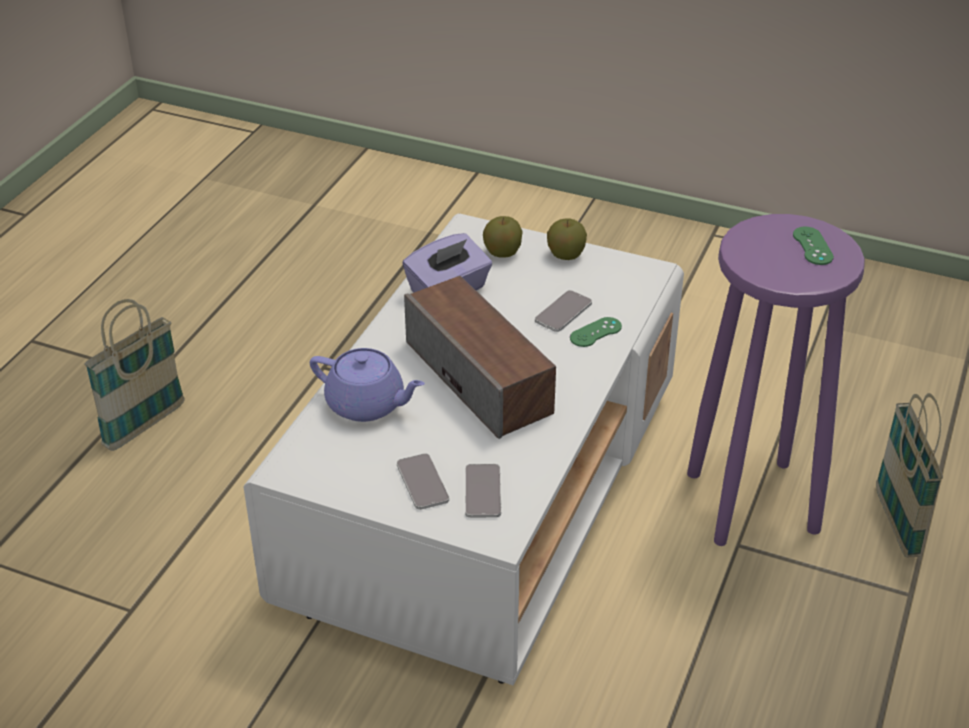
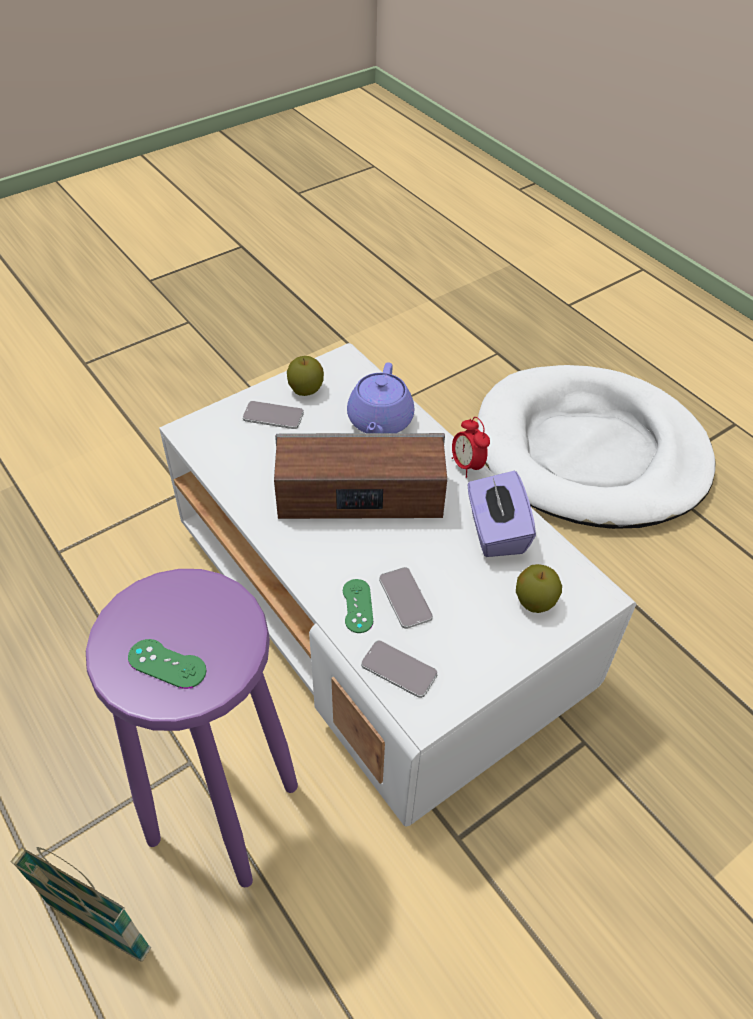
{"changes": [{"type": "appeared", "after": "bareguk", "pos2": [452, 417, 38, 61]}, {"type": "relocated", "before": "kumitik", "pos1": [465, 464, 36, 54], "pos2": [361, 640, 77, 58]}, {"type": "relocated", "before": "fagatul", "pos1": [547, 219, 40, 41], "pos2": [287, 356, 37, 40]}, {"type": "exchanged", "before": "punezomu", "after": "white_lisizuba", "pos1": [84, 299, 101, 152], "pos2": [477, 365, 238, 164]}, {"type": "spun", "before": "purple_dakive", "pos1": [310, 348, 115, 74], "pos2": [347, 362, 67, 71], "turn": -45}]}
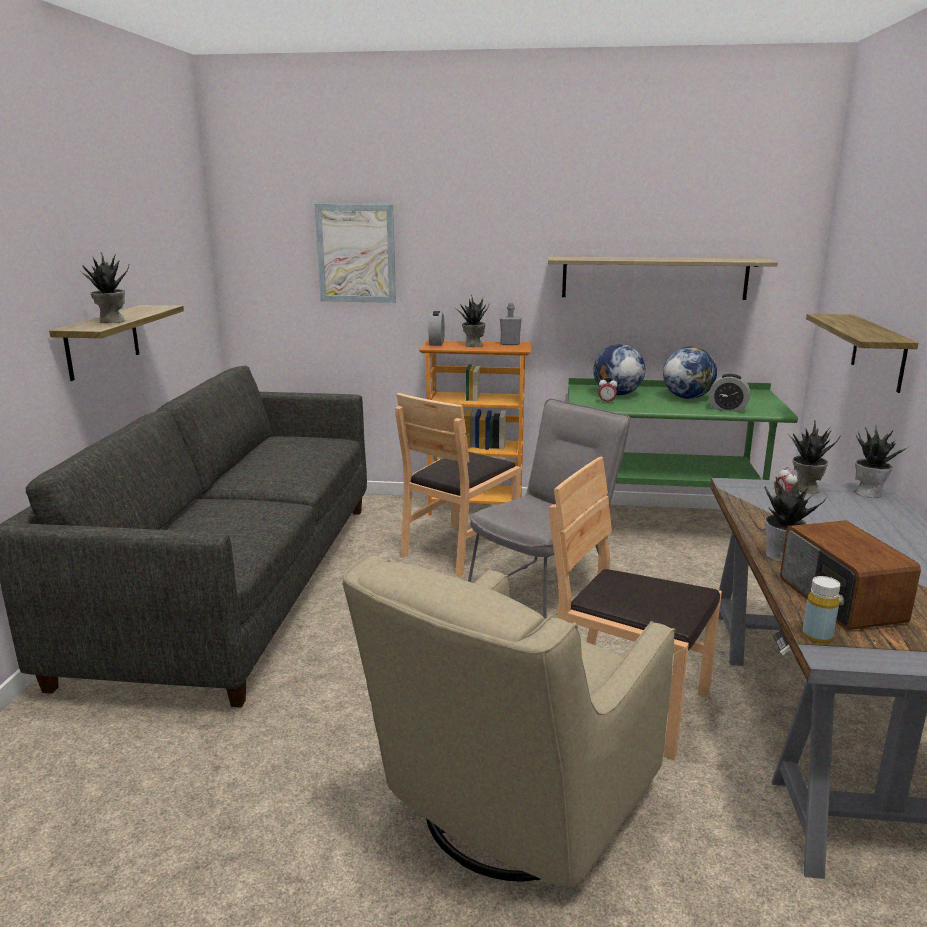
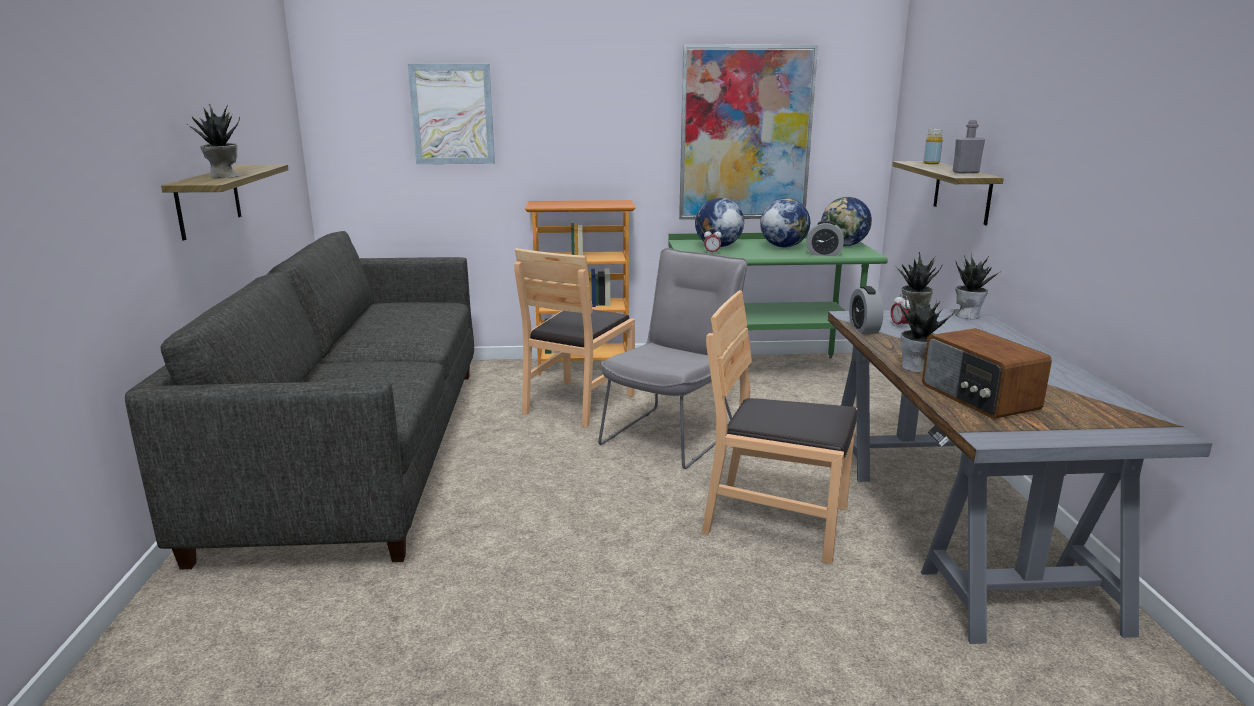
{"changes": [{"type": "missing", "before": "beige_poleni", "pos1": [343, 553, 333, 335]}, {"type": "missing", "before": "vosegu", "pos1": [455, 295, 35, 52]}, {"type": "appeared", "after": "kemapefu", "pos2": [821, 197, 51, 49]}, {"type": "relocated", "before": "bareguk", "pos1": [429, 311, 16, 35], "pos2": [849, 286, 34, 48]}, {"type": "relocated", "before": "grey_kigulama", "pos1": [500, 303, 22, 42], "pos2": [953, 120, 32, 53]}, {"type": "relocated", "before": "yellow_kigulama", "pos1": [802, 576, 38, 67], "pos2": [924, 129, 19, 35]}, {"type": "exchanged", "before": "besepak", "after": "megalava", "pos1": [548, 256, 230, 44], "pos2": [679, 45, 139, 175]}]}
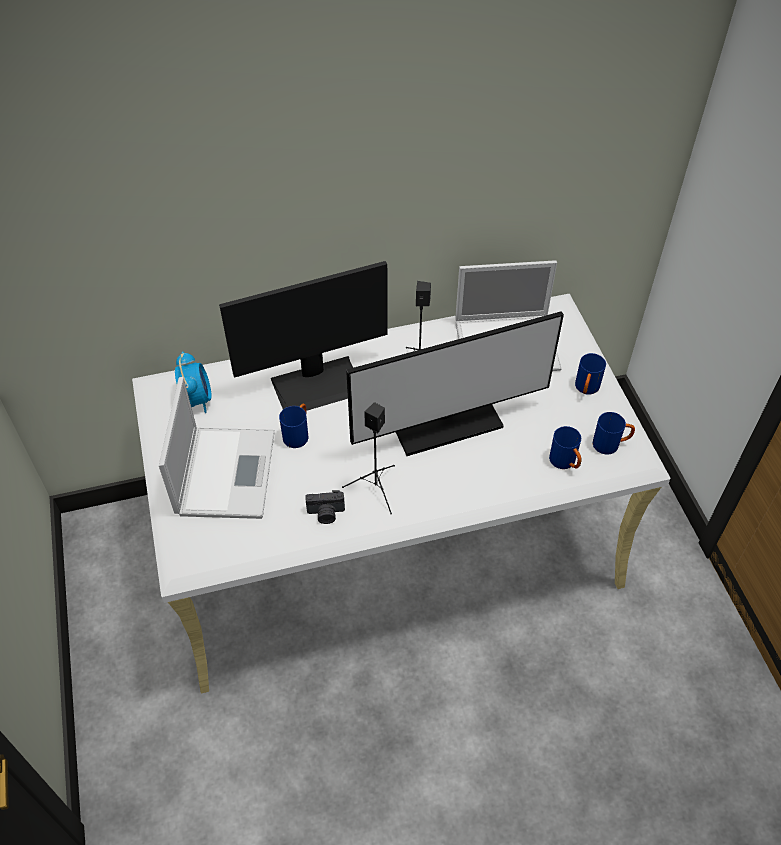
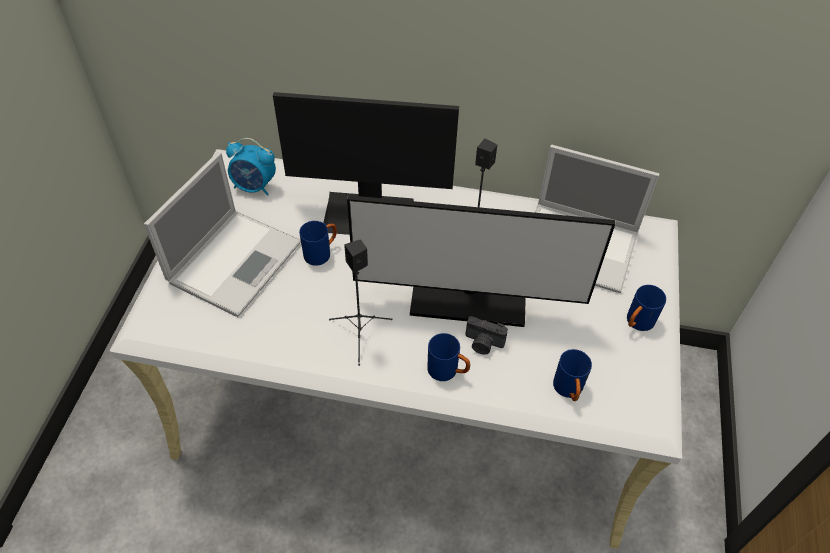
{"changes": [{"type": "relocated", "before": "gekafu", "pos1": [305, 490, 40, 34], "pos2": [465, 316, 43, 39]}, {"type": "relocated", "before": "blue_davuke", "pos1": [593, 412, 42, 43], "pos2": [427, 333, 43, 48]}, {"type": "spun", "before": "bareguk", "pos1": [175, 351, 37, 62], "pos2": [226, 138, 50, 58], "turn": 90}]}
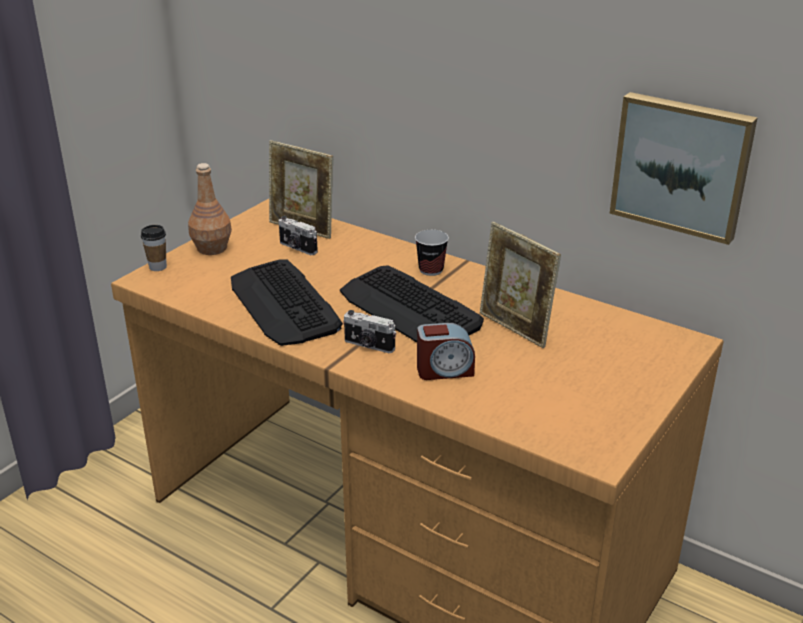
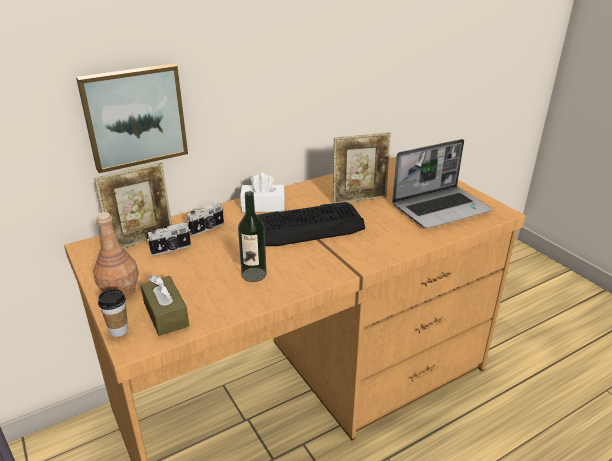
{"changes": [{"type": "missing", "before": "bareguk", "pos1": [417, 323, 58, 57]}, {"type": "appeared", "after": "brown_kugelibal", "pos2": [140, 275, 49, 61]}, {"type": "appeared", "after": "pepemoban", "pos2": [392, 139, 100, 90]}, {"type": "relocated", "before": "gekafu", "pos1": [343, 310, 53, 43], "pos2": [187, 202, 37, 34]}, {"type": "relocated", "before": "megalava", "pos1": [610, 92, 148, 153], "pos2": [76, 63, 112, 110]}, {"type": "exchanged", "before": "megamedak", "after": "kigulama", "pos1": [231, 259, 112, 87], "pos2": [238, 191, 29, 91]}, {"type": "exchanged", "before": "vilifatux", "after": "white_kugelibal", "pos1": [415, 230, 34, 46], "pos2": [240, 173, 45, 39]}]}
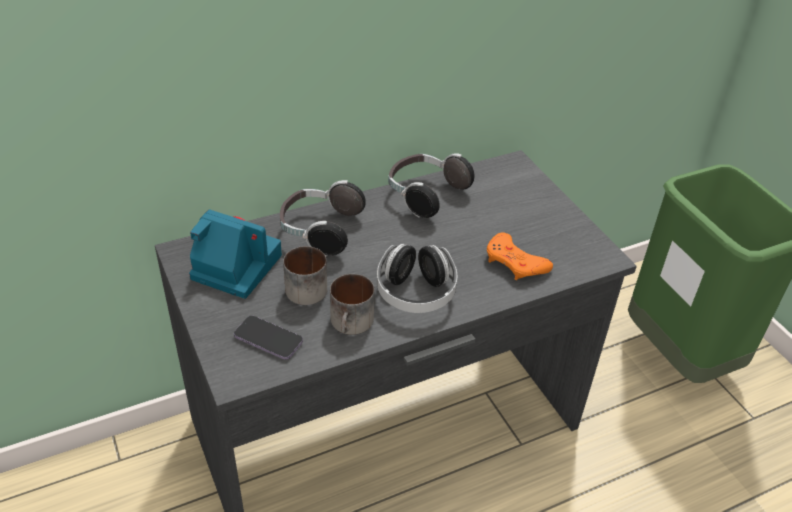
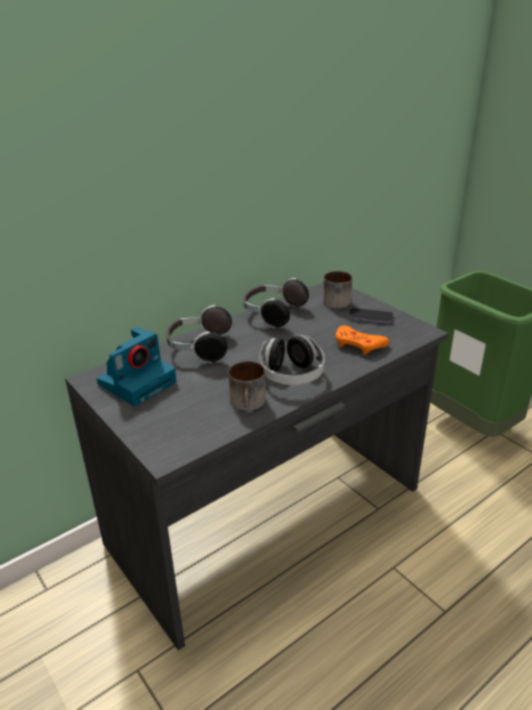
{"changes": [{"type": "relocated", "before": "kumitik", "pos1": [234, 316, 69, 44], "pos2": [348, 308, 45, 16]}, {"type": "relocated", "before": "davuke", "pos1": [283, 246, 44, 59], "pos2": [323, 271, 29, 37]}, {"type": "spun", "before": "gekafu", "pos1": [189, 210, 93, 89], "pos2": [97, 327, 79, 79], "turn": 120}]}
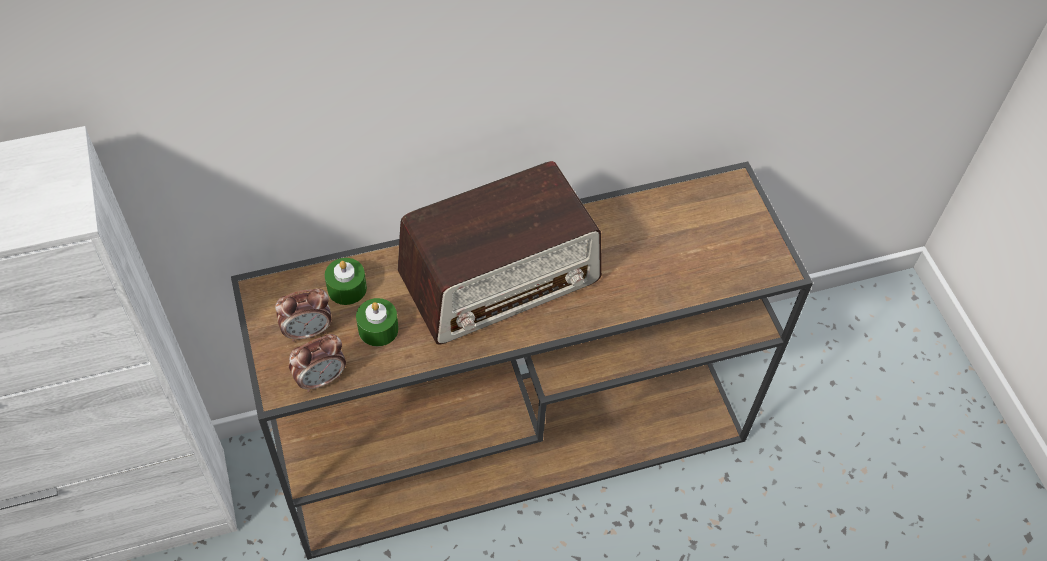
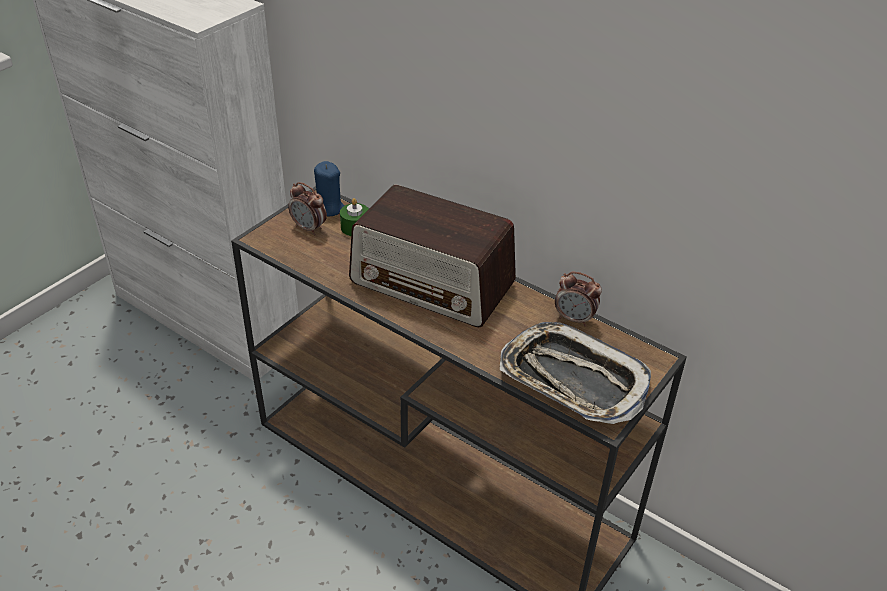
{"changes": [{"type": "missing", "before": "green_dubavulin", "pos1": [356, 298, 43, 49]}, {"type": "appeared", "after": "blue_dubavulin", "pos2": [314, 161, 31, 56]}, {"type": "appeared", "after": "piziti", "pos2": [500, 322, 151, 102]}, {"type": "relocated", "before": "bareguk", "pos1": [289, 334, 57, 58], "pos2": [555, 272, 47, 54]}]}
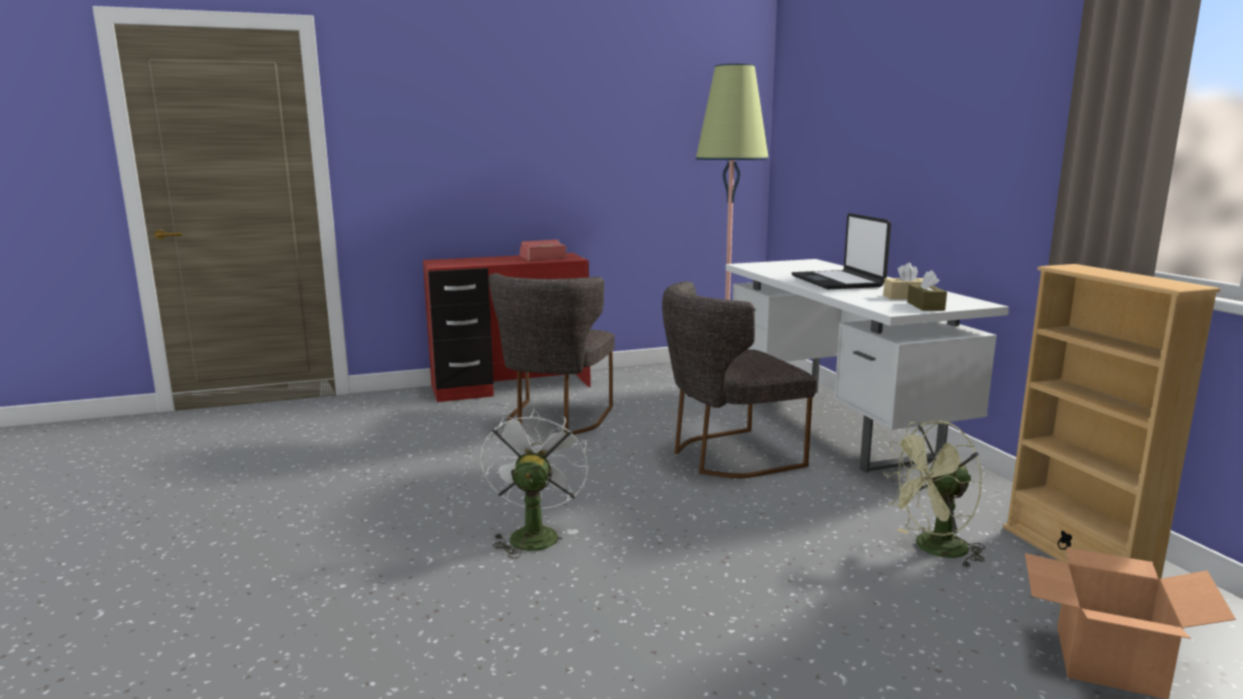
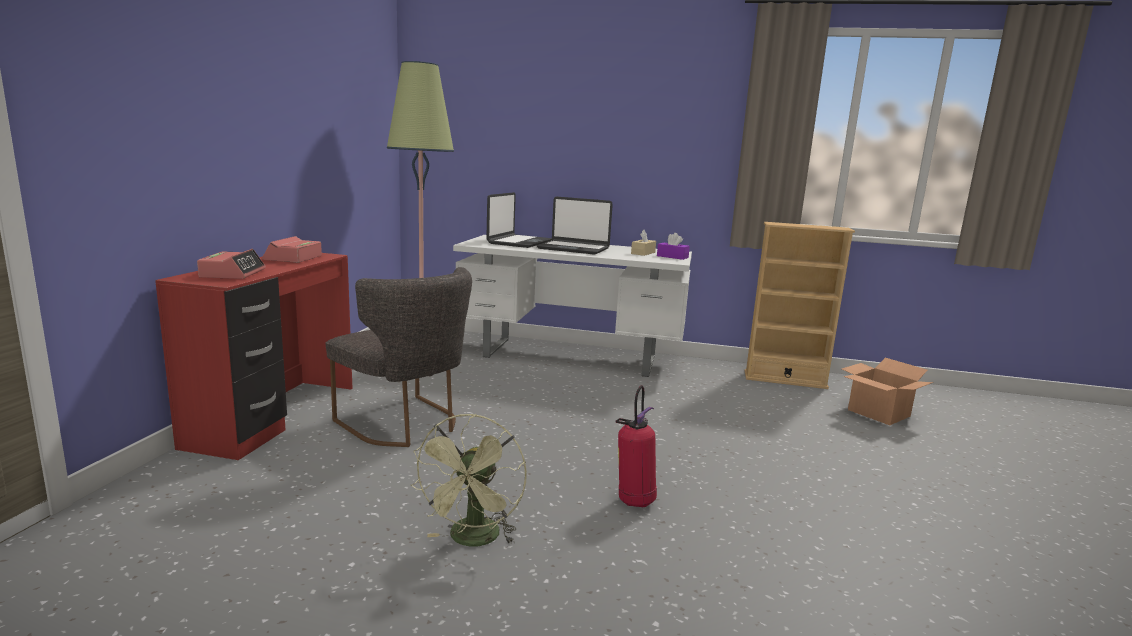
{"changes": [{"type": "missing", "before": "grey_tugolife", "pos1": [662, 281, 154, 197]}, {"type": "appeared", "after": "bareguk", "pos2": [197, 249, 69, 30]}, {"type": "appeared", "after": "pepemoban", "pos2": [486, 192, 66, 56]}, {"type": "relocated", "before": "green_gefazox", "pos1": [883, 420, 102, 149], "pos2": [411, 414, 116, 132]}, {"type": "exchanged", "before": "white_gefazox", "after": "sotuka", "pos1": [481, 408, 108, 151], "pos2": [615, 385, 42, 122]}, {"type": "colour", "before": "brown_kugelibal", "after": "purple_kugelibal", "pos1": [907, 270, 40, 41], "pos2": [657, 233, 33, 27]}]}
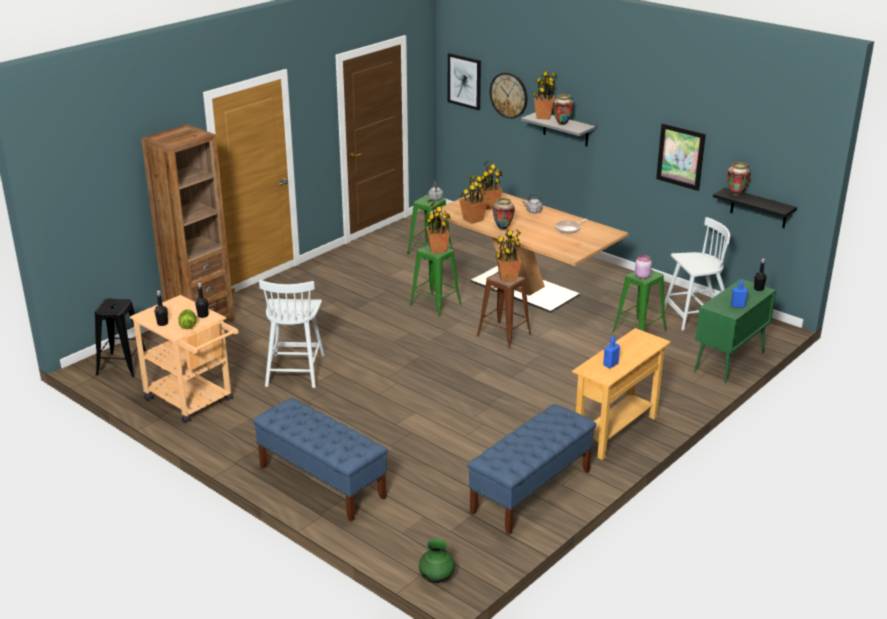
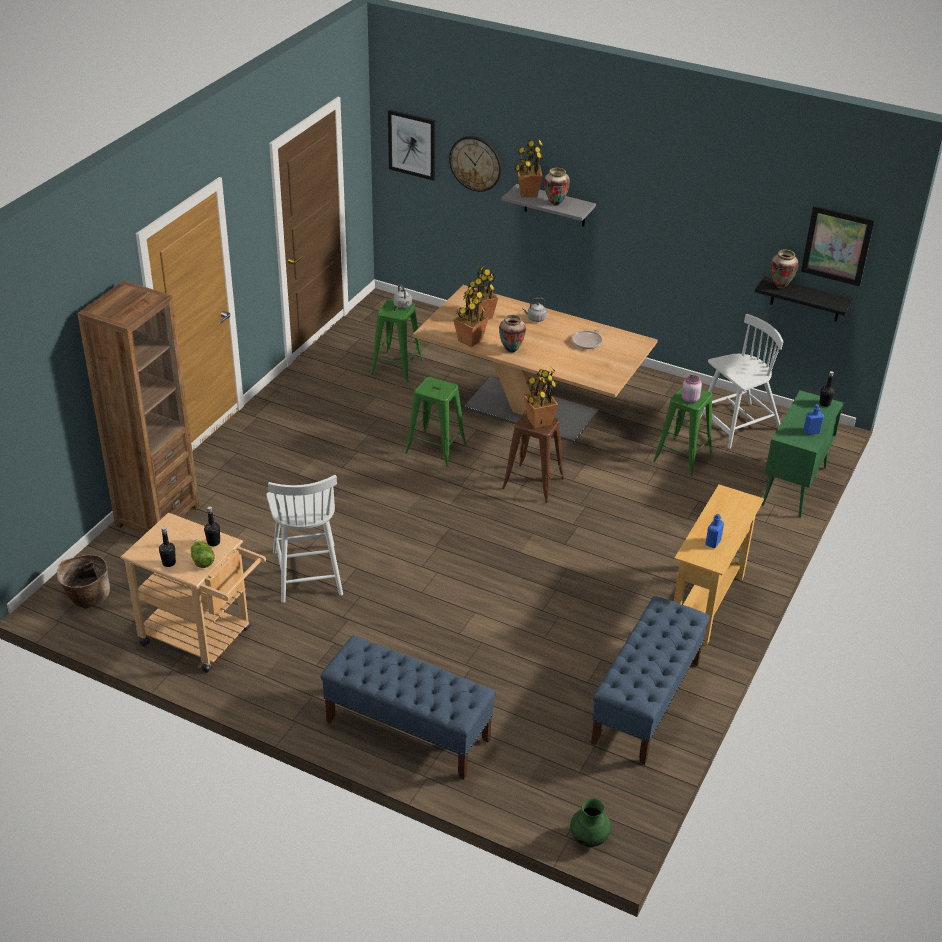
{"changes": [{"type": "missing", "before": "vosegu", "pos1": [426, 203, 25, 51]}, {"type": "relocated", "before": "megalava", "pos1": [656, 123, 50, 68], "pos2": [801, 206, 74, 80]}, {"type": "exchanged", "before": "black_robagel", "after": "punezomu", "pos1": [95, 299, 51, 78], "pos2": [57, 555, 53, 54]}]}
